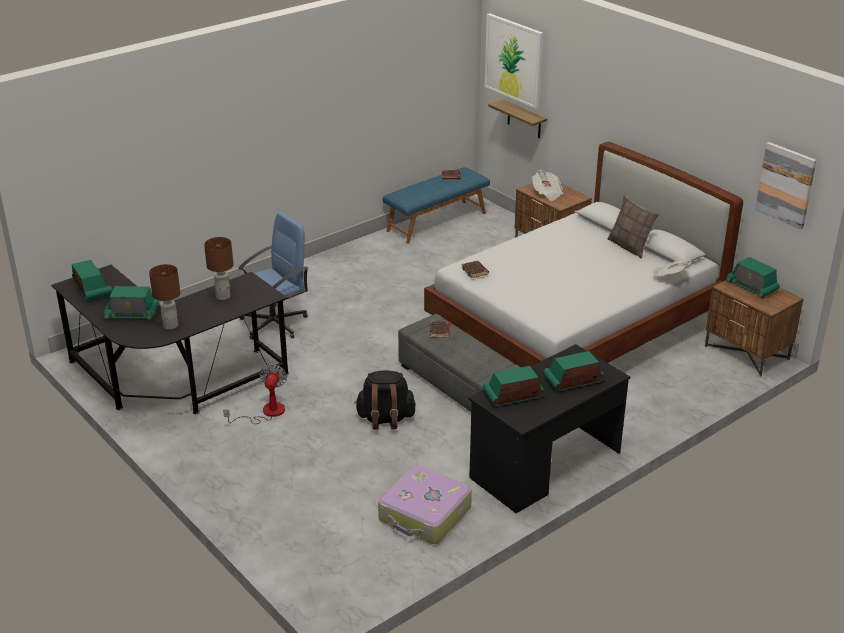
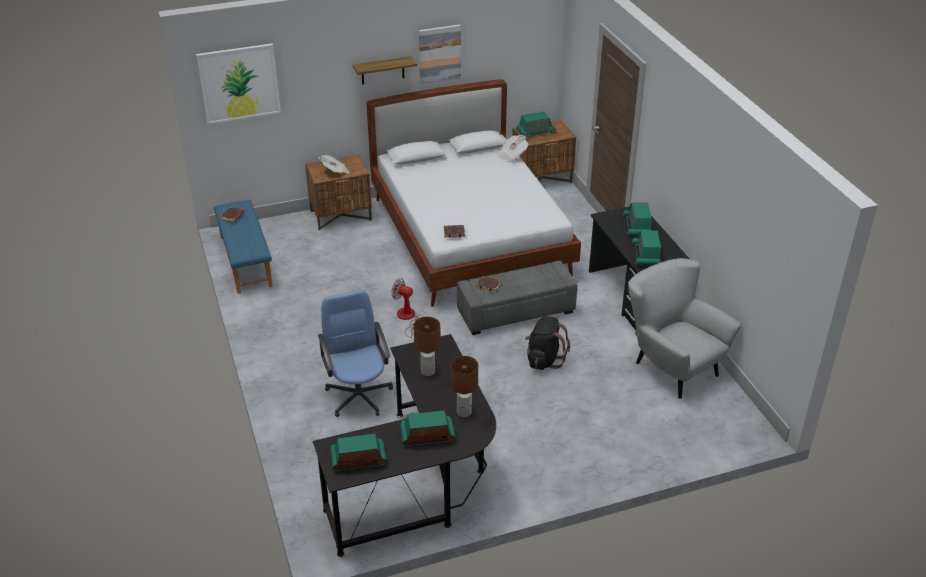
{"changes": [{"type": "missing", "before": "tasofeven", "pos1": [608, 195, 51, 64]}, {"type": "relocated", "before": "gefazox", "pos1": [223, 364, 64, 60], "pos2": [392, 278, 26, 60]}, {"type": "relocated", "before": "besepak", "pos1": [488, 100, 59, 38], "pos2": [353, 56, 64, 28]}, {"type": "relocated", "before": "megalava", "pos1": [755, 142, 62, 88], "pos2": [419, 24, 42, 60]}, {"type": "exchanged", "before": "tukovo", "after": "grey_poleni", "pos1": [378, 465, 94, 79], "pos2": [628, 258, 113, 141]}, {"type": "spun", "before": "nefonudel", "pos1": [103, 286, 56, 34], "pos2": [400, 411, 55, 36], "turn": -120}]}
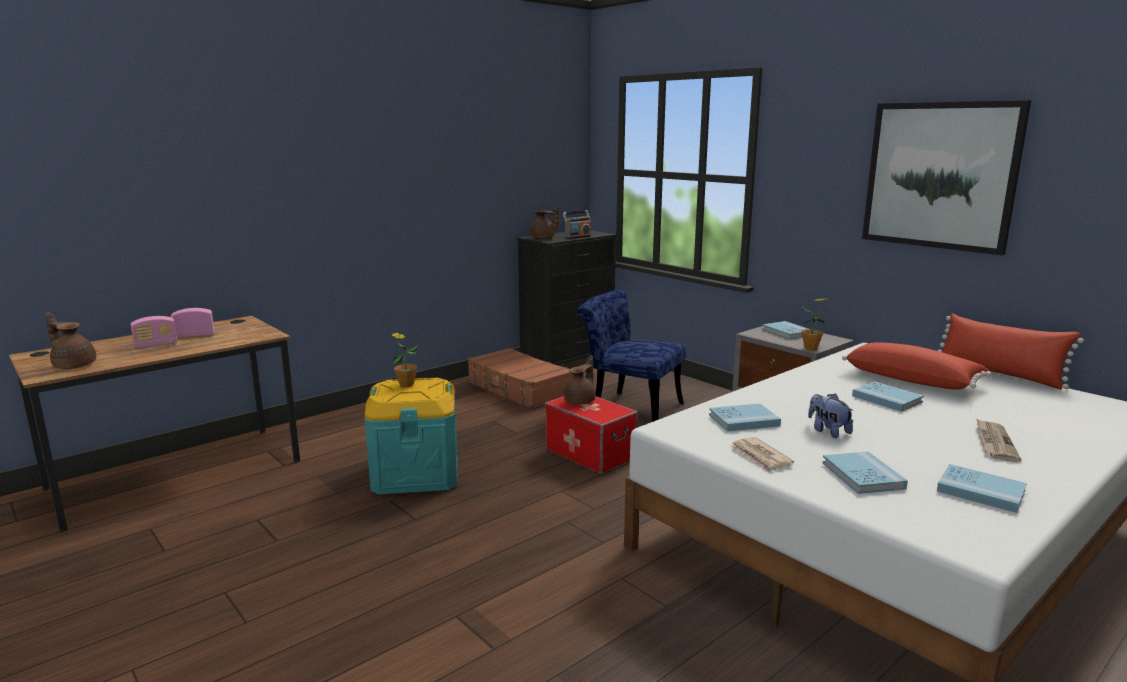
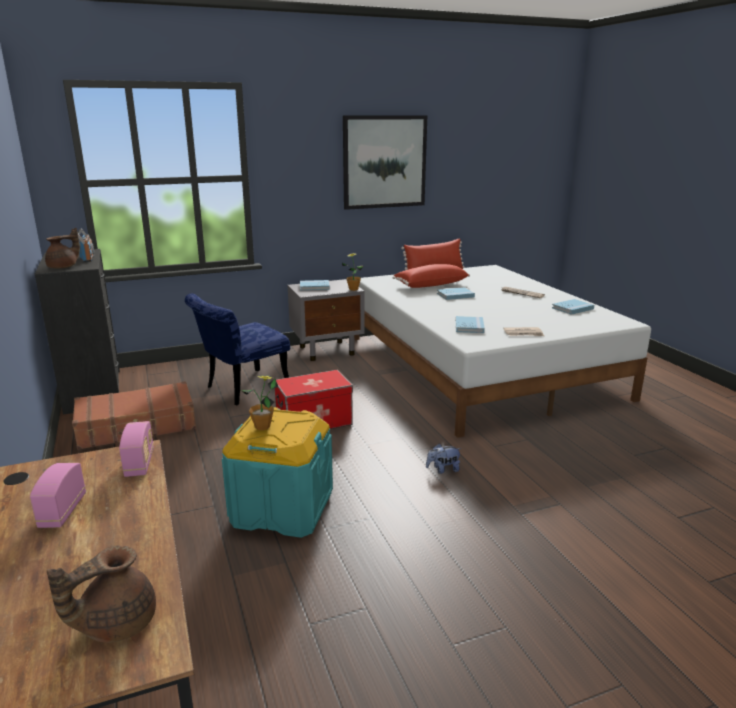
{"changes": [{"type": "missing", "before": "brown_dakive", "pos1": [564, 355, 31, 50]}, {"type": "missing", "before": "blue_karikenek", "pos1": [822, 451, 86, 43]}, {"type": "relocated", "before": "nefonudel", "pos1": [131, 316, 46, 33], "pos2": [119, 421, 35, 56]}, {"type": "relocated", "before": "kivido", "pos1": [808, 393, 46, 45], "pos2": [426, 444, 36, 30]}]}
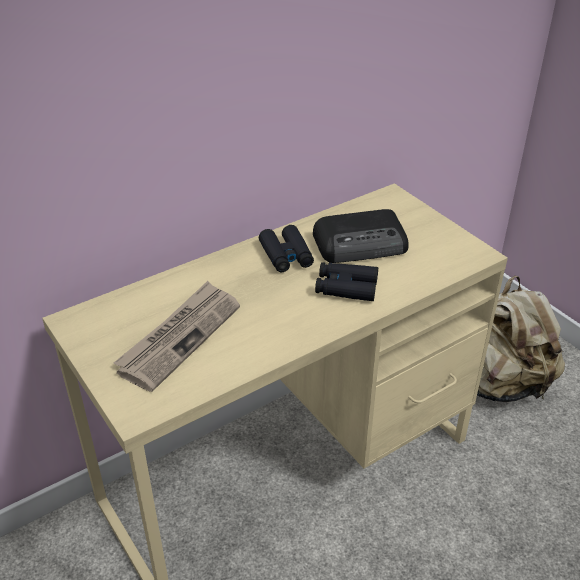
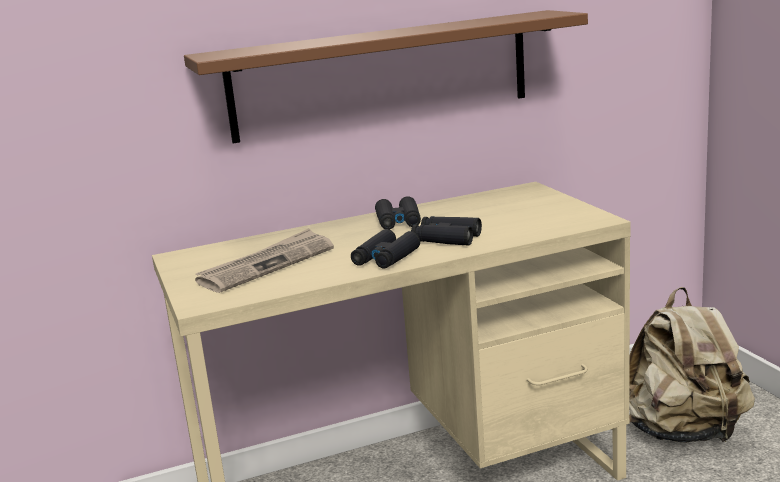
{"changes": [{"type": "missing", "before": "nefonudel", "pos1": [313, 209, 96, 54]}, {"type": "appeared", "after": "brown_besepak", "pos2": [184, 10, 404, 133]}, {"type": "appeared", "after": "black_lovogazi", "pos2": [351, 229, 69, 40]}]}
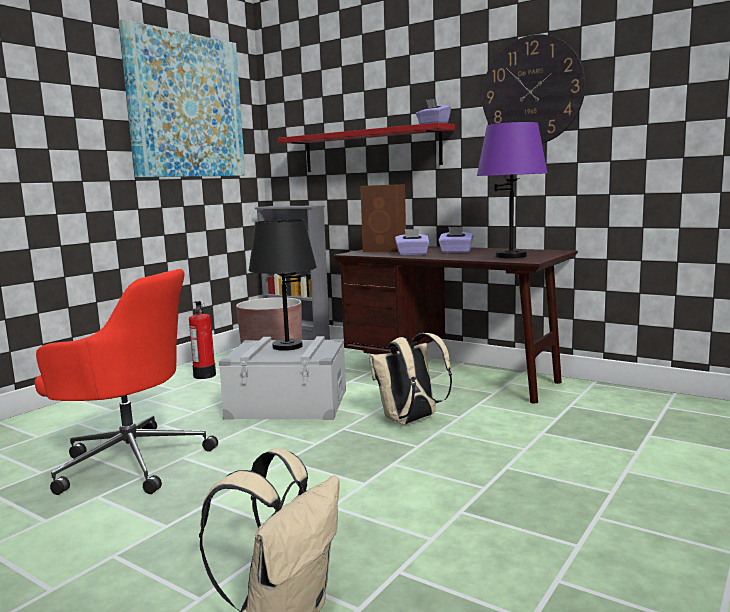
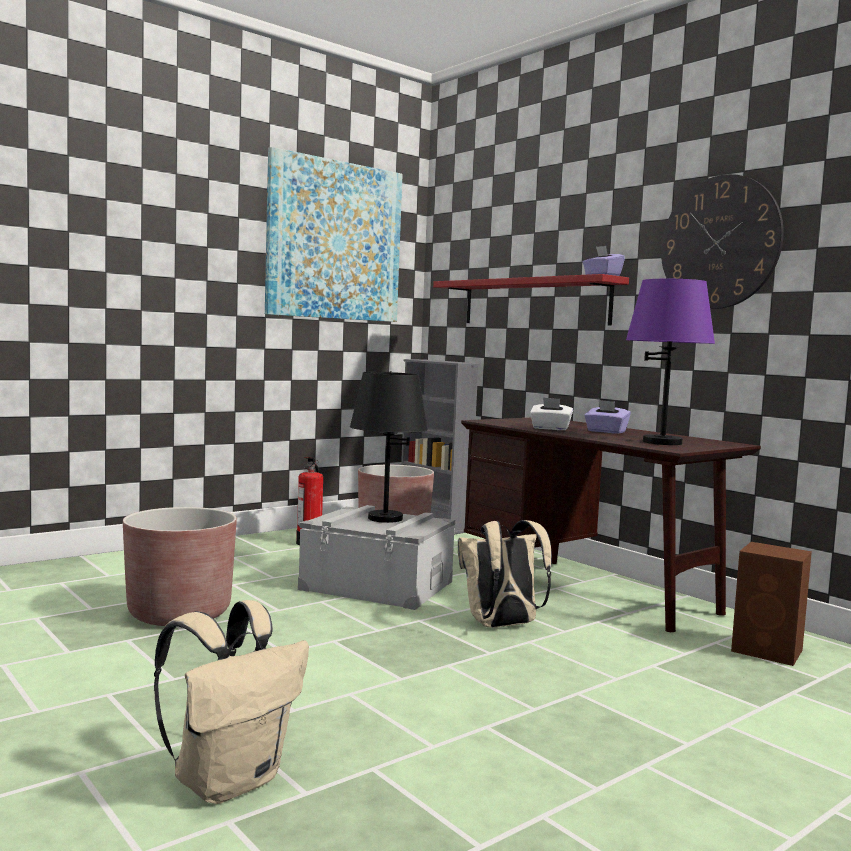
{"changes": [{"type": "relocated", "before": "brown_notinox", "pos1": [360, 184, 46, 68], "pos2": [731, 542, 81, 124]}, {"type": "exchanged", "before": "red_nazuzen", "after": "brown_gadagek", "pos1": [35, 269, 183, 226], "pos2": [123, 507, 114, 119]}, {"type": "colour", "before": "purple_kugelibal", "after": "white_kugelibal", "pos1": [395, 229, 34, 27], "pos2": [530, 397, 43, 33]}]}
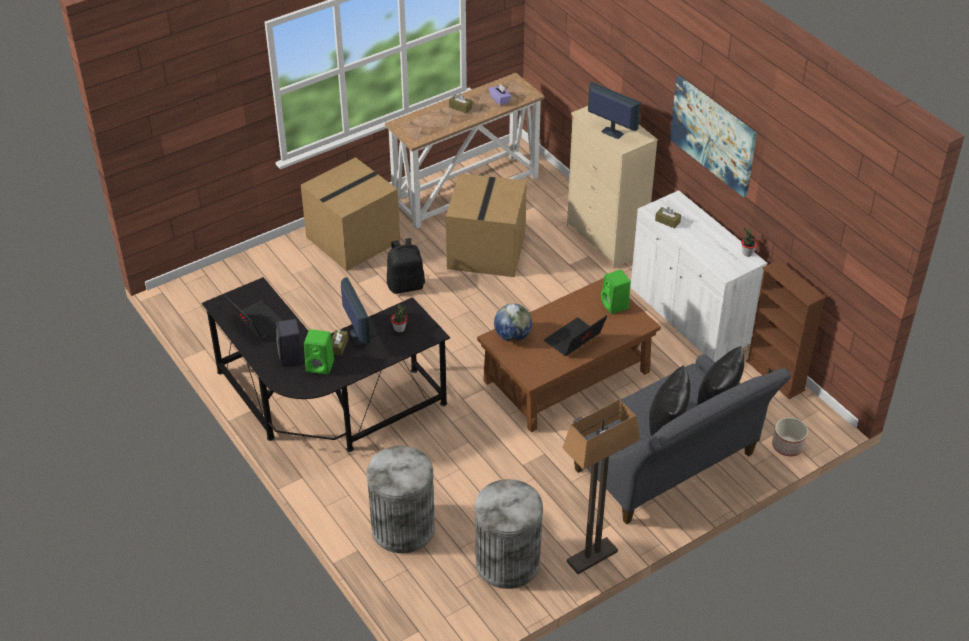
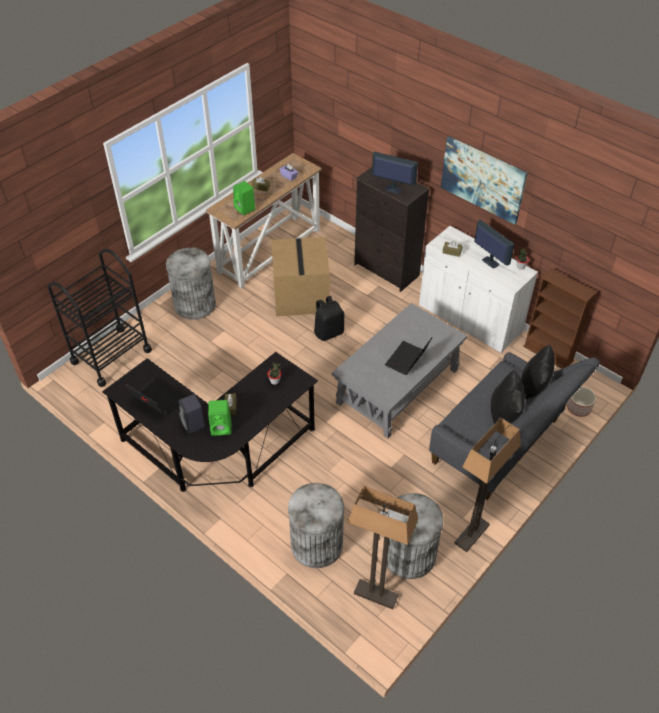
{"changes": [{"type": "missing", "before": "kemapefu", "pos1": [494, 304, 38, 38]}, {"type": "appeared", "after": "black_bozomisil", "pos2": [47, 249, 105, 138]}, {"type": "appeared", "after": "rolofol", "pos2": [348, 486, 70, 123]}, {"type": "relocated", "before": "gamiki", "pos1": [341, 277, 30, 68], "pos2": [474, 219, 41, 49]}, {"type": "relocated", "before": "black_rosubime", "pos1": [387, 238, 38, 56], "pos2": [314, 296, 30, 45]}, {"type": "relocated", "before": "green_notinox", "pos1": [601, 270, 30, 44], "pos2": [233, 181, 22, 34]}, {"type": "exchanged", "before": "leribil", "after": "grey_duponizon", "pos1": [301, 157, 99, 114], "pos2": [166, 247, 50, 73]}, {"type": "colour", "before": "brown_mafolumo", "after": "grey_mafolumo", "pos1": [477, 278, 184, 154], "pos2": [332, 303, 135, 135]}, {"type": "colour", "before": "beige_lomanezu", "after": "black_lomanezu", "pos1": [567, 106, 91, 162], "pos2": [354, 167, 76, 125]}]}
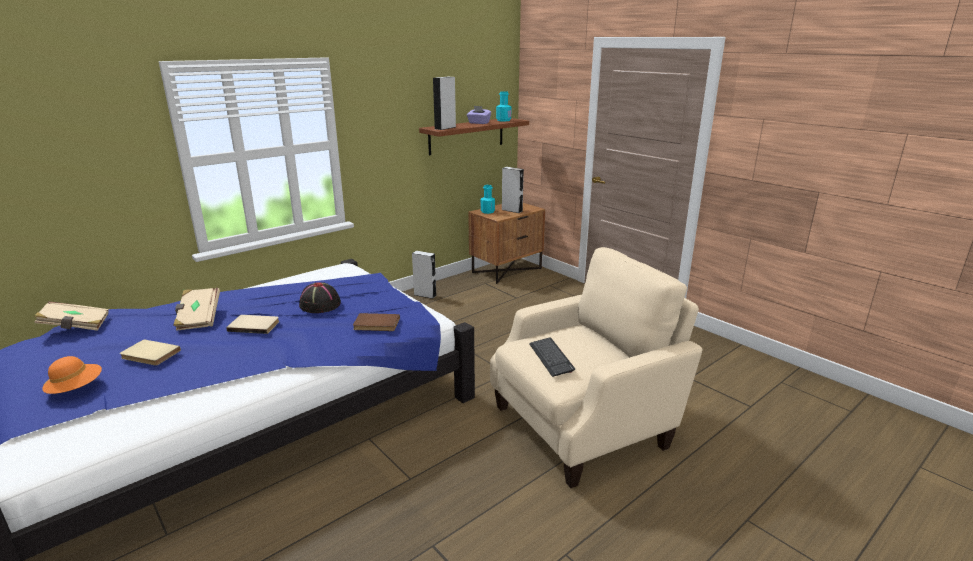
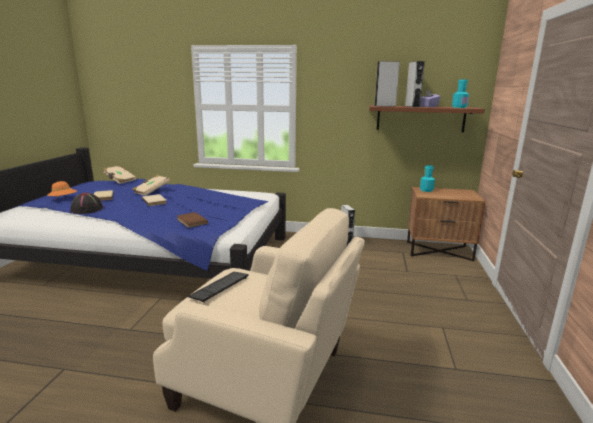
{"changes": [{"type": "relocated", "before": "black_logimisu", "pos1": [299, 282, 42, 31], "pos2": [71, 193, 32, 21]}, {"type": "relocated", "before": "grey_notinox", "pos1": [502, 167, 22, 46], "pos2": [405, 61, 20, 46]}]}
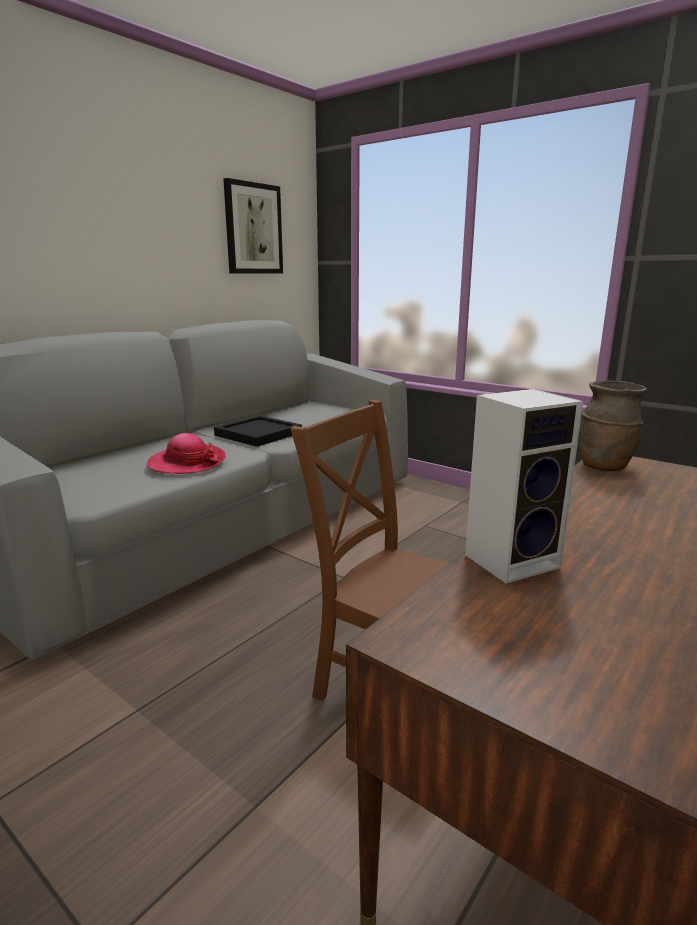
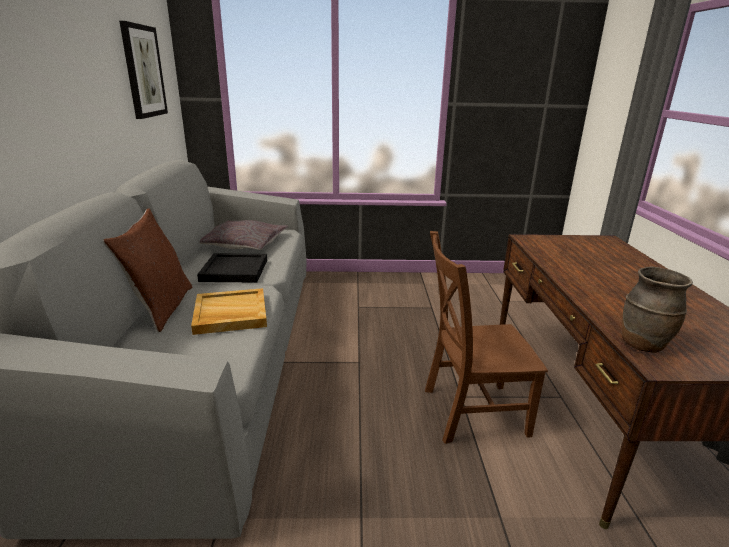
{"changes": [{"type": "missing", "before": "notinox", "pos1": [465, 389, 118, 195]}, {"type": "appeared", "after": "brown_tasofeven", "pos2": [103, 208, 89, 124]}, {"type": "appeared", "after": "grey_tasofeven", "pos2": [200, 220, 88, 30]}, {"type": "relocated", "before": "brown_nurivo", "pos1": [579, 381, 68, 90], "pos2": [622, 266, 71, 87]}, {"type": "exchanged", "before": "logimisu", "after": "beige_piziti", "pos1": [146, 433, 80, 41], "pos2": [191, 288, 76, 47]}]}
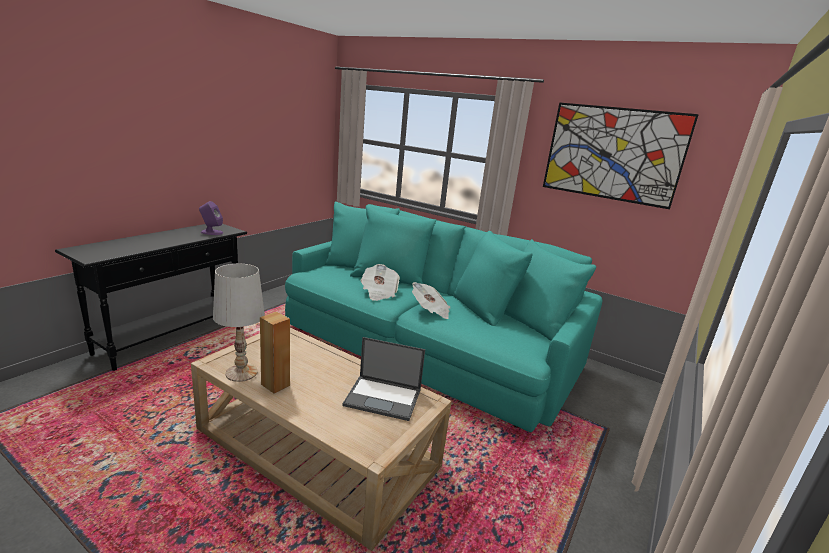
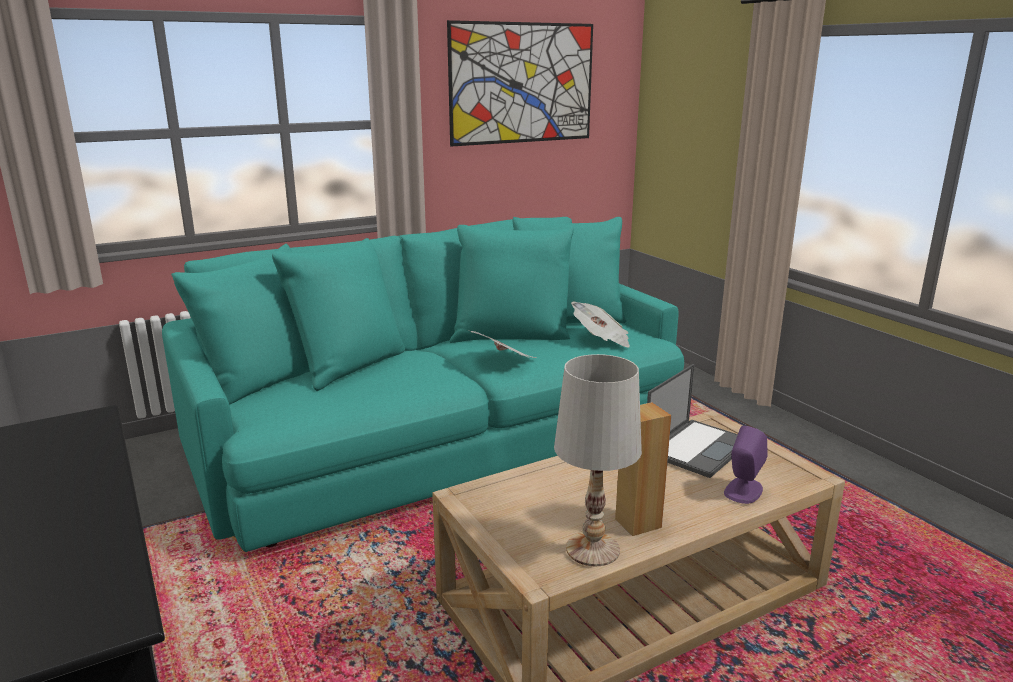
{"changes": [{"type": "relocated", "before": "purple_notinox", "pos1": [199, 201, 24, 34], "pos2": [724, 426, 44, 78]}, {"type": "relocated", "before": "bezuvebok", "pos1": [361, 264, 39, 37], "pos2": [571, 301, 59, 46]}]}
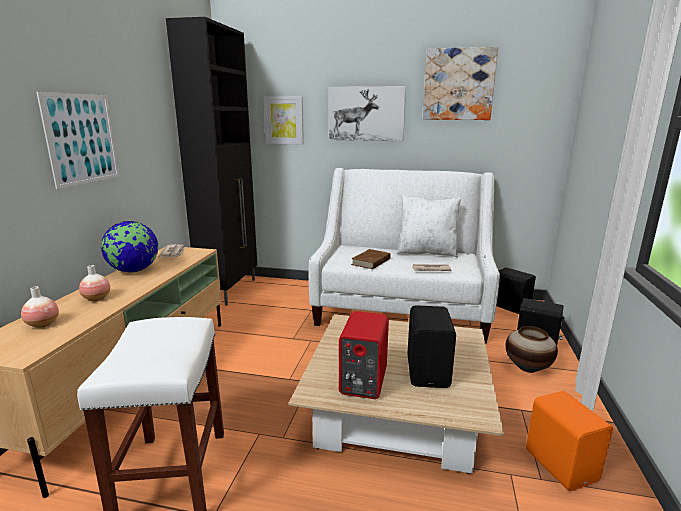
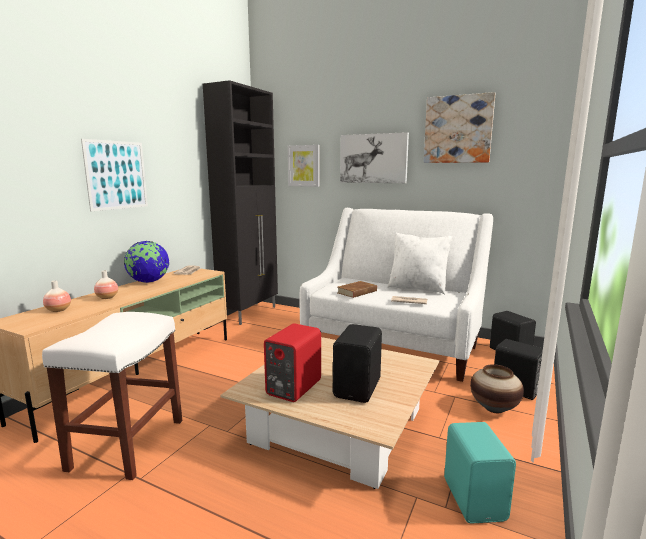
{"changes": [{"type": "colour", "before": "orange_notinox", "after": "turquoise_notinox", "pos1": [526, 391, 87, 100], "pos2": [444, 422, 72, 101]}]}
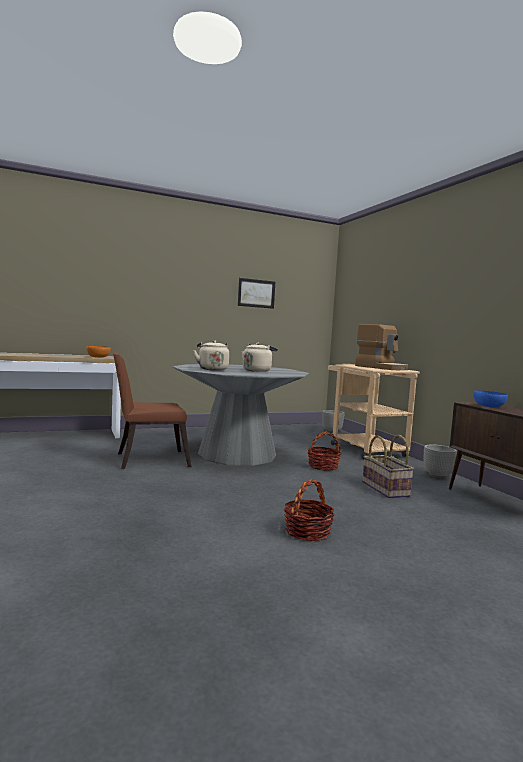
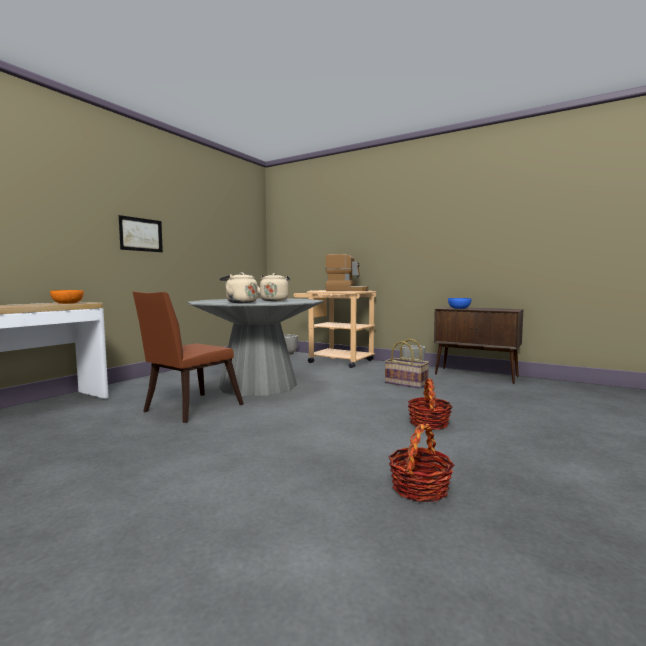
{"changes": [{"type": "relocated", "before": "megalava", "pos1": [238, 278, 37, 31], "pos2": [119, 215, 44, 37]}, {"type": "relocated", "before": "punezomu", "pos1": [307, 432, 35, 39], "pos2": [389, 424, 65, 78]}]}
